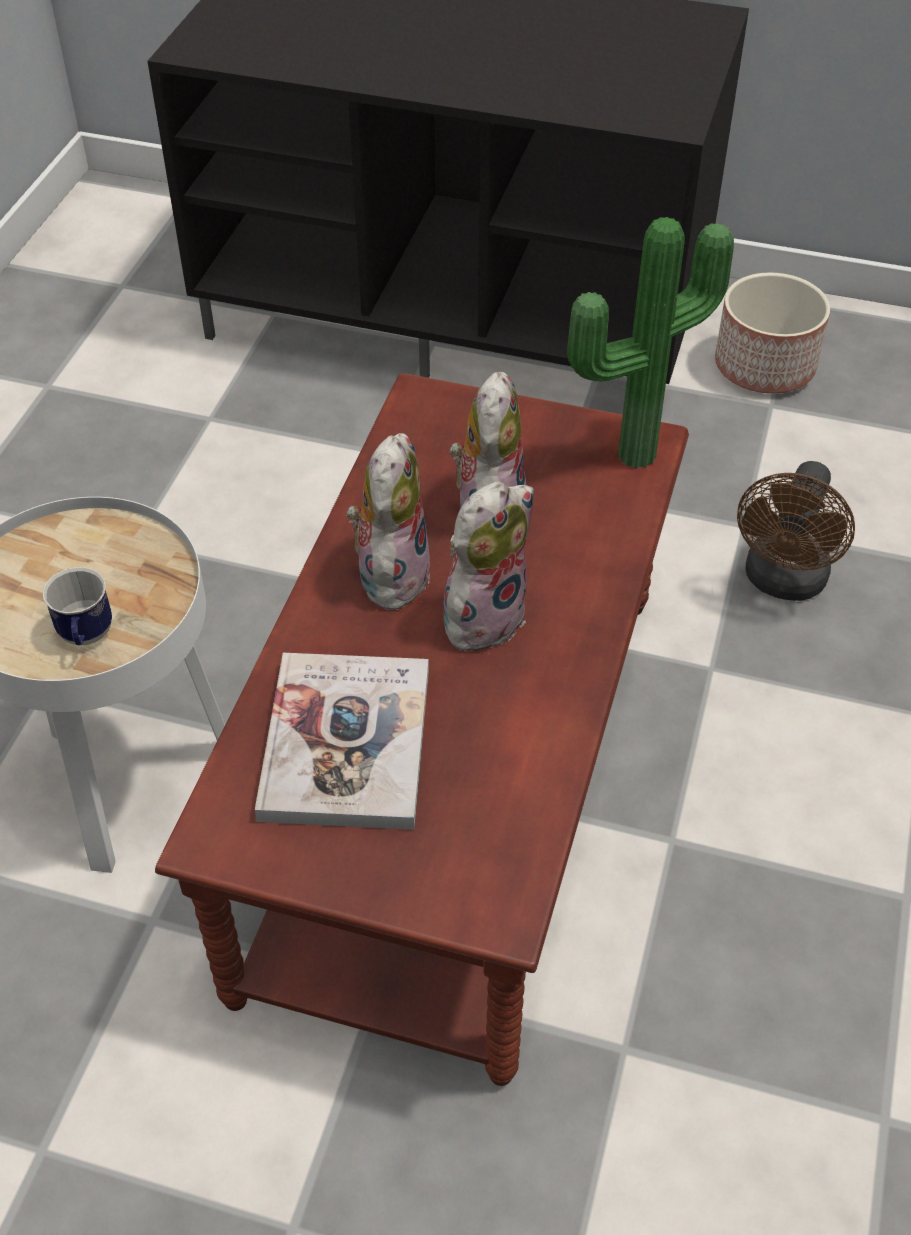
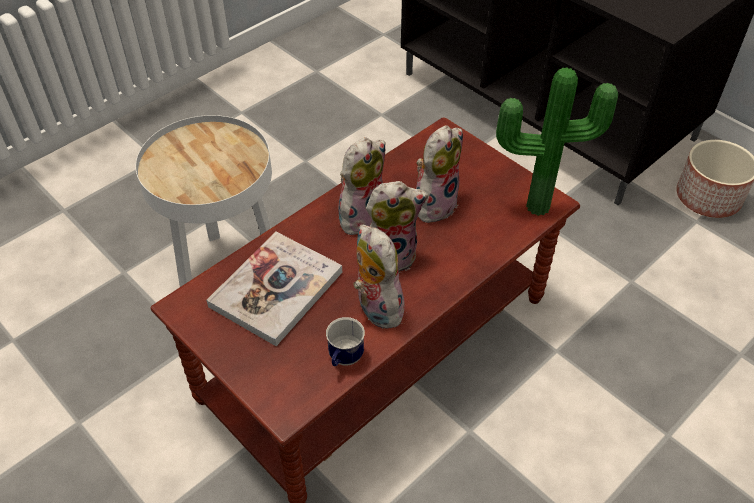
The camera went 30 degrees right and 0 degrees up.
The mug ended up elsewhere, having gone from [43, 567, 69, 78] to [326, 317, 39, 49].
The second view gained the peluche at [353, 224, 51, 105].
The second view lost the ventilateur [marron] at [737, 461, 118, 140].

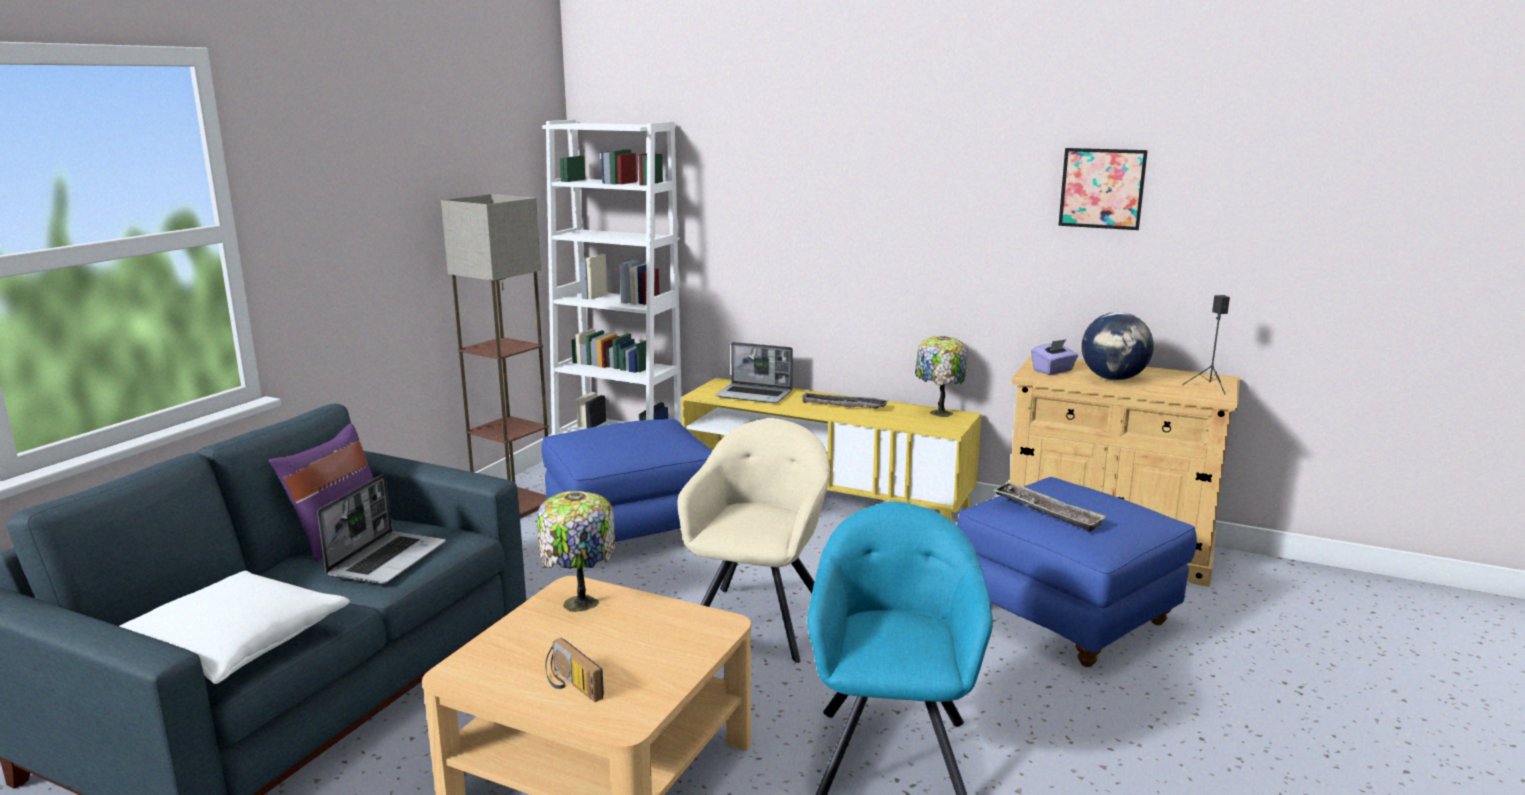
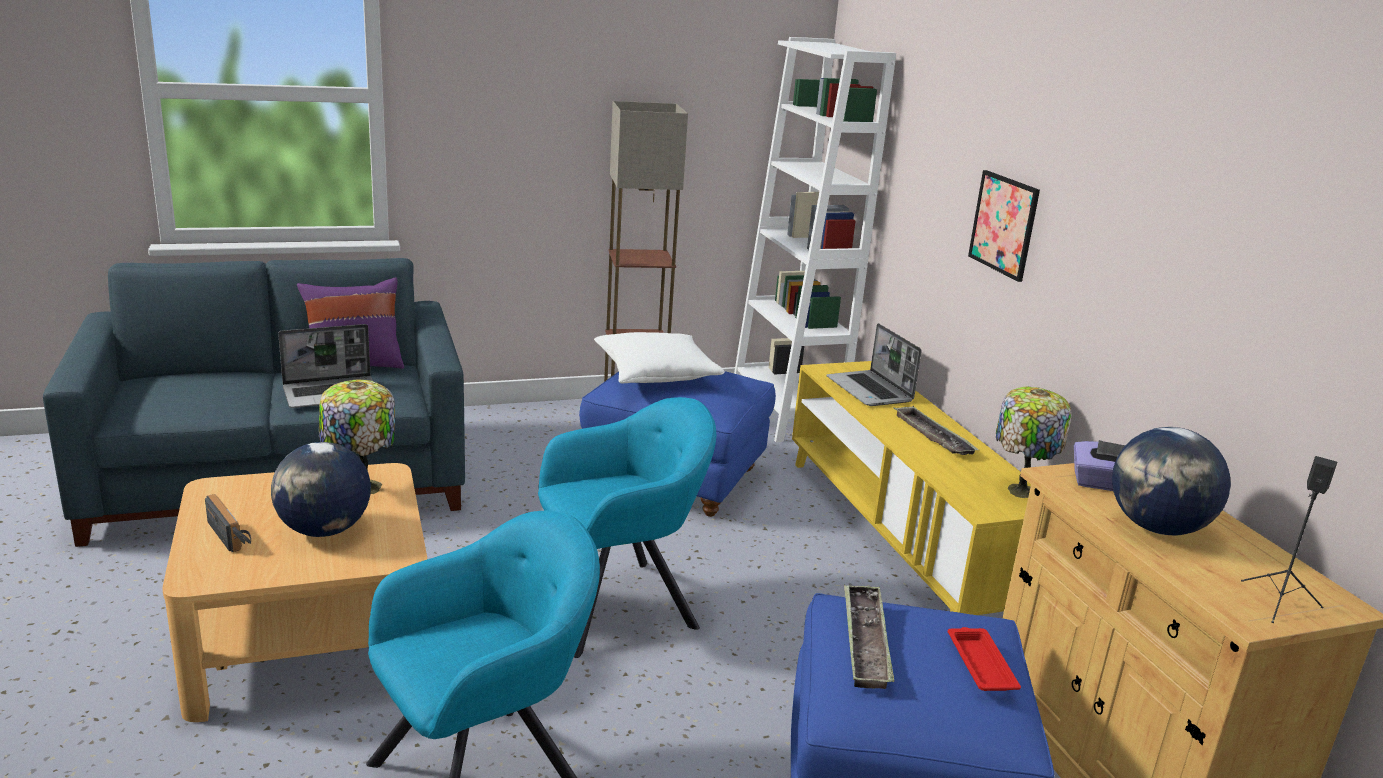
The camera went 45 degrees right and 5 degrees up.
The radio at [545, 638, 59, 64] ended up facing another way, 135 degrees clockwise from before.
The second view gained the globe at [271, 442, 100, 95].
What was the fauteuil [beige] at [678, 418, 152, 245] turned into the fauteuil [turquoise] at [538, 397, 178, 261].
The coussin [blanc] ended up elsewhere, having gone from [119, 571, 231, 113] to [594, 332, 131, 51].
The second view gained the plateau [rouge] at [948, 627, 73, 64].
The tableau ended up elsewhere, having gone from [1058, 148, 90, 82] to [968, 170, 72, 112].

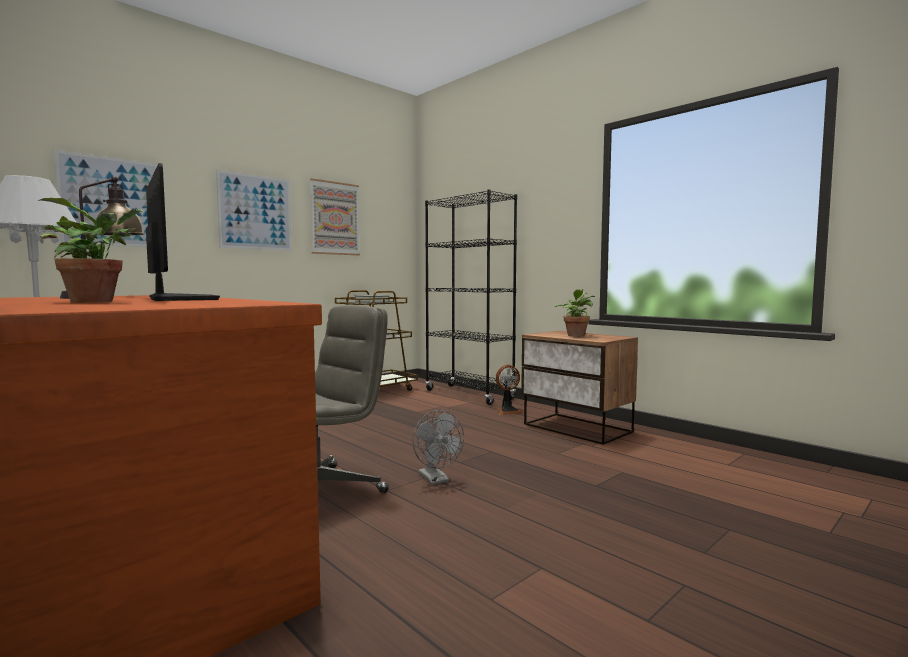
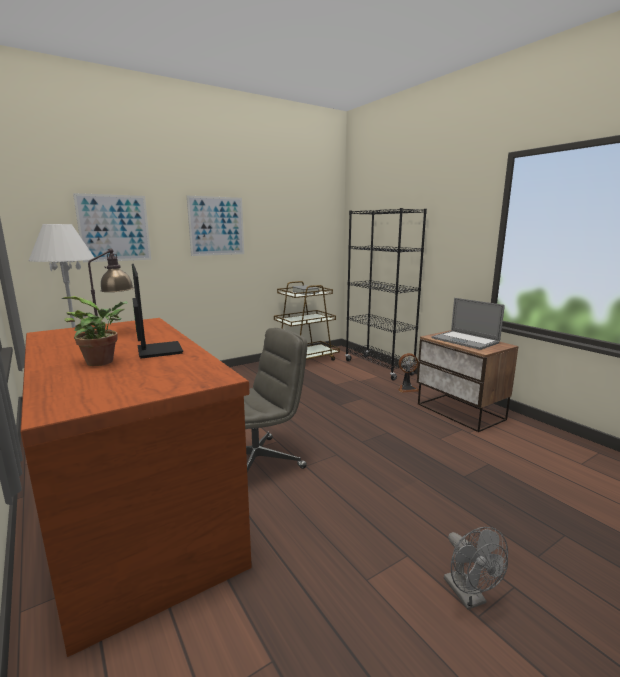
The camera went 10 degrees right and 10 degrees up.
Where the plante en pot stood at [554, 289, 41, 48], the ordinateur portable came to stand at [432, 298, 73, 52].
The ventilateur [gris] ended up elsewhere, having gone from [413, 410, 51, 75] to [444, 527, 64, 82].
The second view lost the tableau at [310, 178, 50, 77].

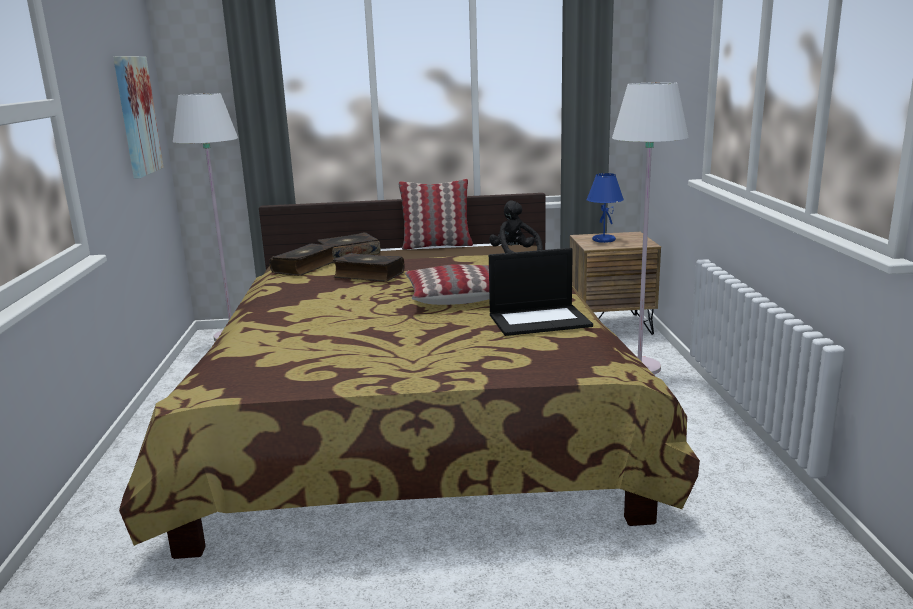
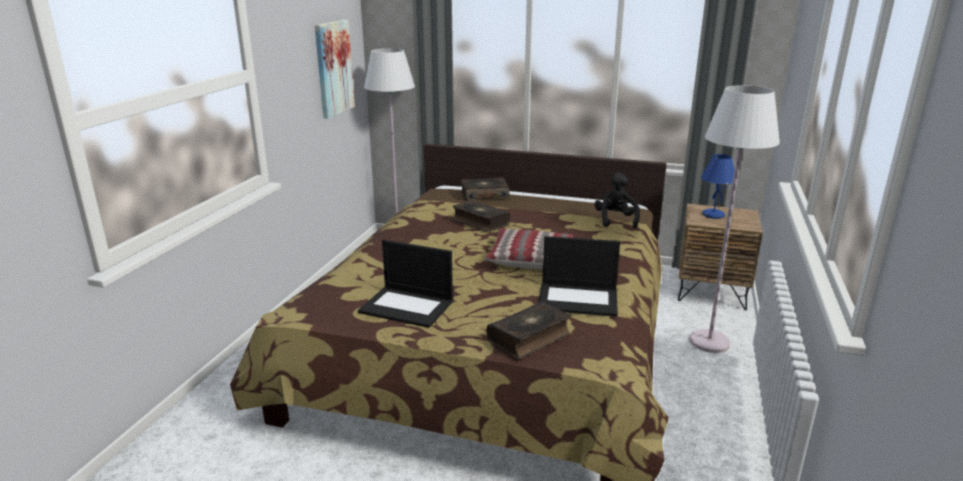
The camera went 20 degrees right and 5 degrees up.
The second view gained the ordinateur portable at [358, 240, 95, 88].
The livre ended up elsewhere, having gone from [269, 244, 66, 32] to [486, 301, 85, 58].
The second view lost the coussin at [398, 179, 75, 71].

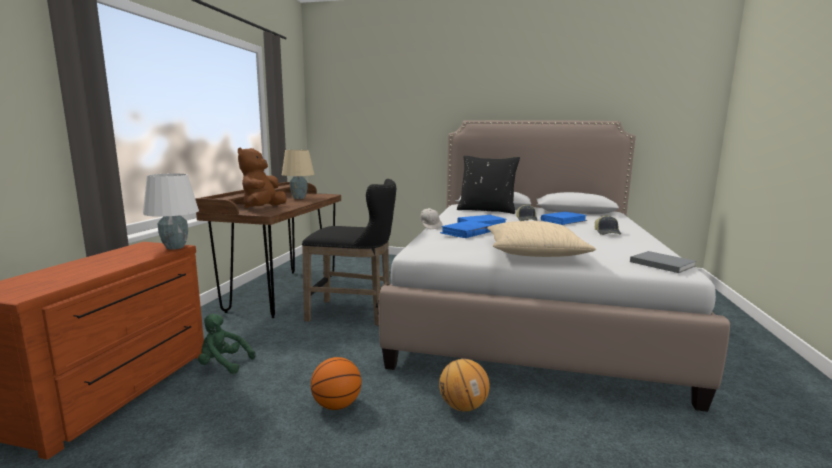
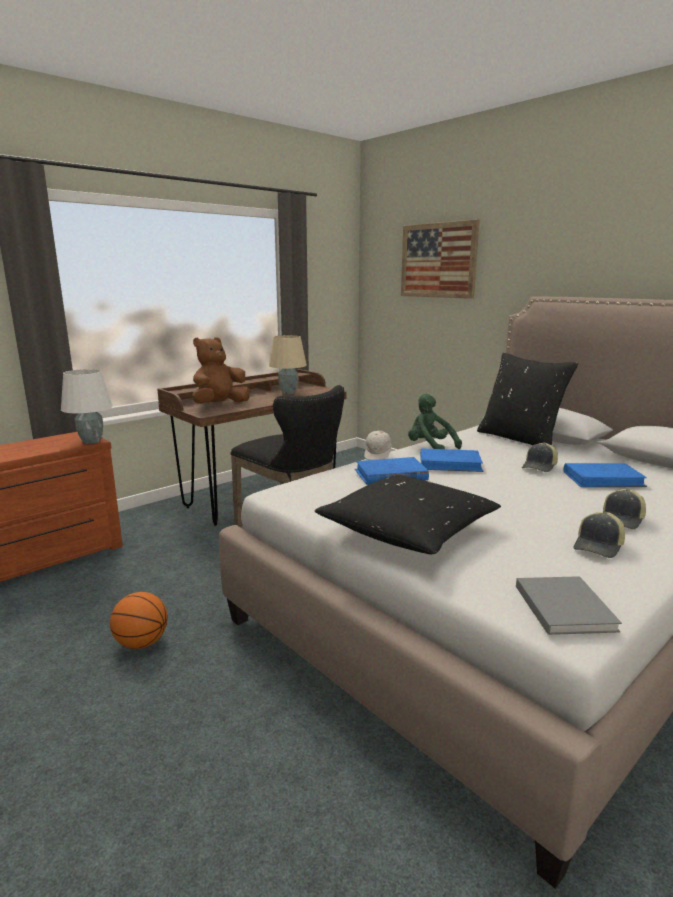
The camera went 35 degrees right and 5 degrees up.
What was the coussin [beige] at [487, 221, 109, 36] turned into the coussin [noir] at [315, 475, 186, 79].
The second view gained the tableau at [401, 219, 79, 80].
The peluche [vert] ended up elsewhere, having gone from [198, 314, 57, 60] to [408, 394, 54, 55].
The second view gained the casquette at [574, 512, 51, 46].
The second view lost the ballon de basket at [439, 359, 51, 53].

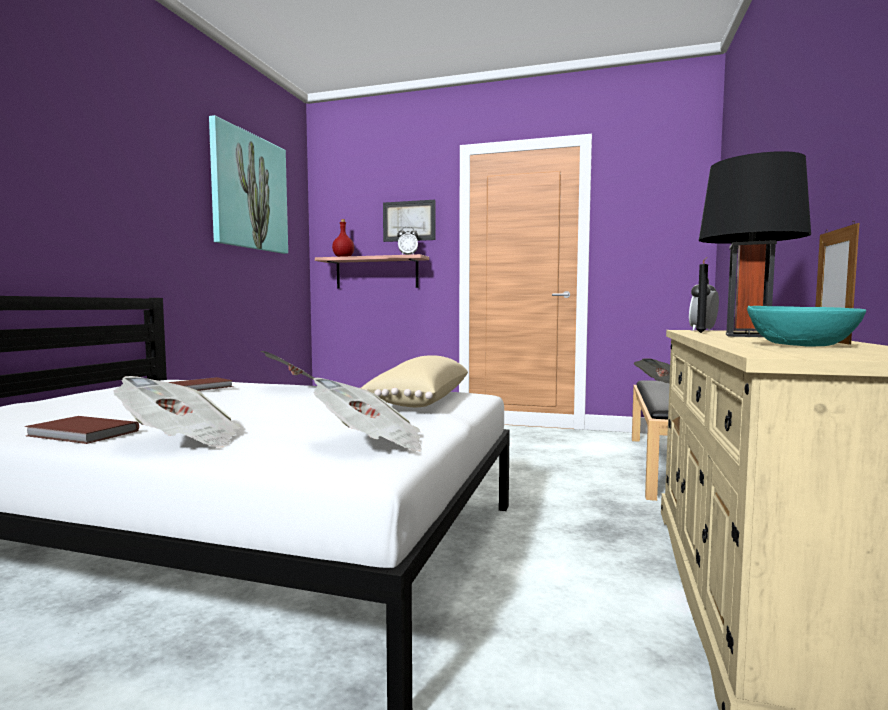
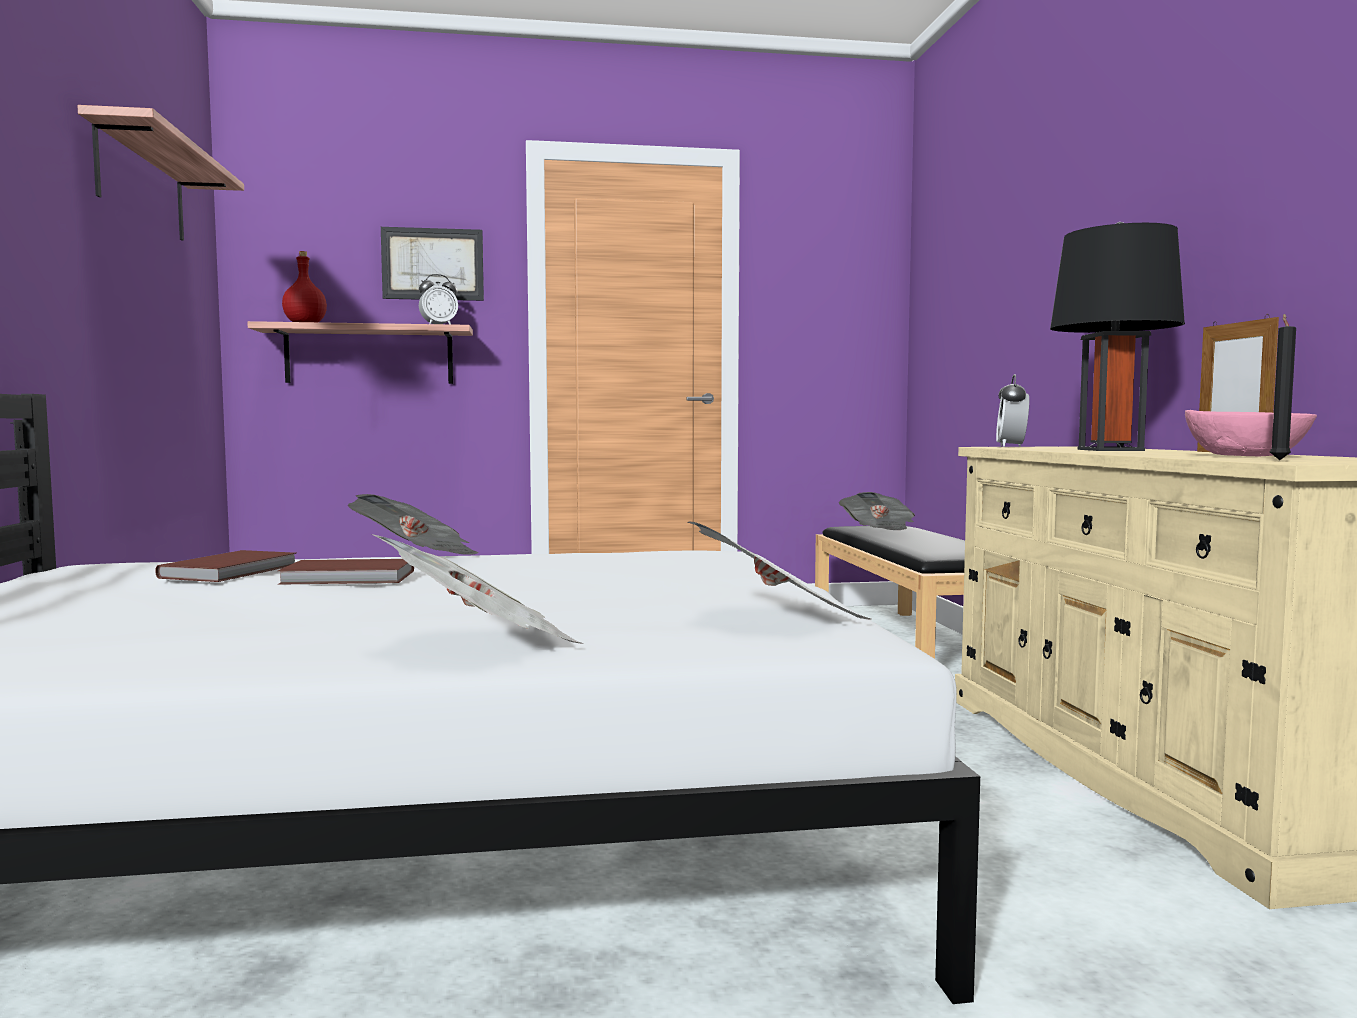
The camera went 25 degrees left and 0 degrees up.
Where the tableau hung at [209, 115, 79, 139], the étagère came to hang at [77, 105, 167, 136].
The livre [marron] ended up elsewhere, having gone from [25, 416, 114, 28] to [278, 559, 136, 26].
What was the bol [turquoise] at [747, 306, 119, 41] turned into the bol [rose] at [1185, 410, 132, 46].
The bougie [noir] ended up elsewhere, having gone from [696, 257, 12, 76] to [1270, 314, 26, 146].
The second view lost the coussin [beige] at [361, 355, 107, 52].

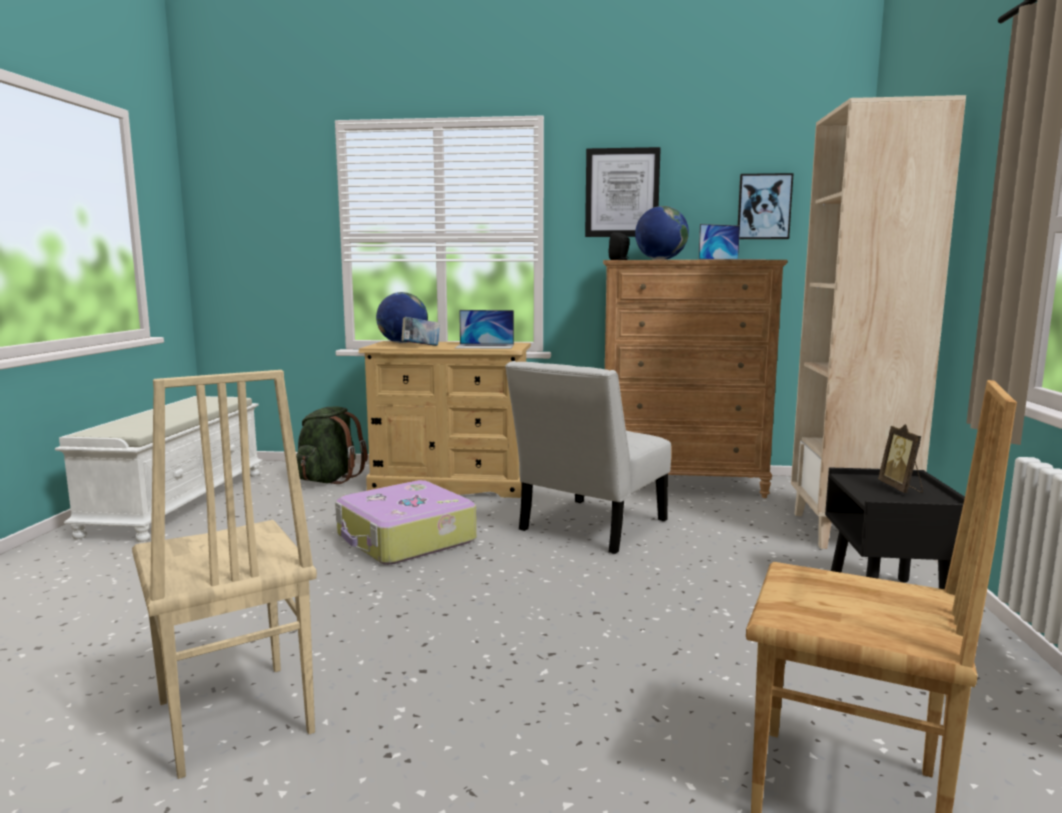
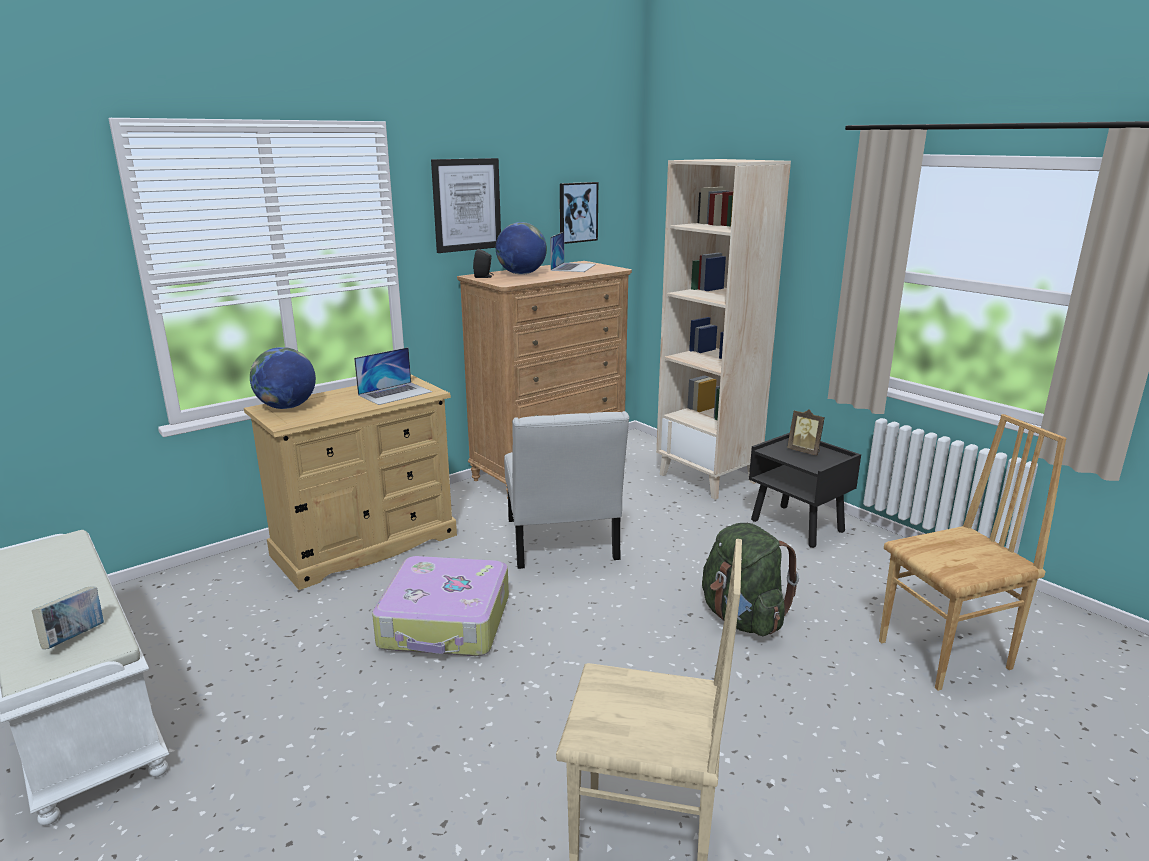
The camera went 45 degrees left and 10 degrees up.
The livre ended up elsewhere, having gone from [402, 317, 38, 29] to [32, 587, 72, 62].
The sac à dos [vert] ended up elsewhere, having gone from [296, 407, 72, 77] to [702, 523, 97, 113].

